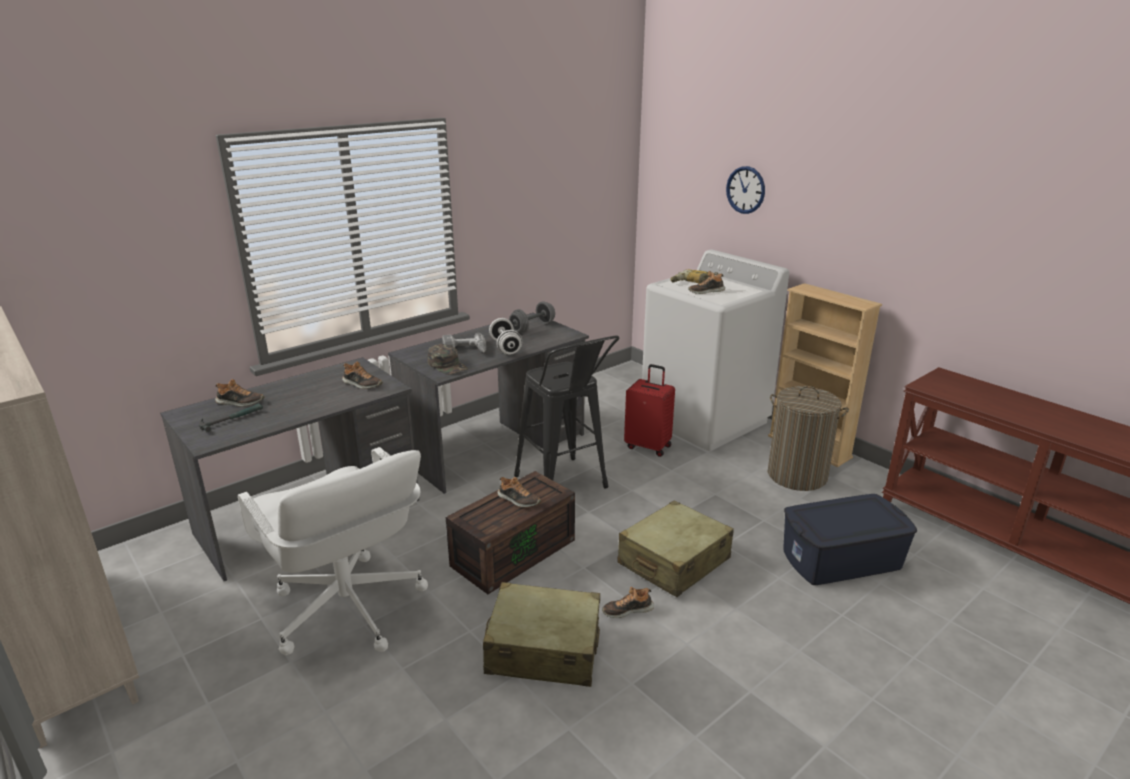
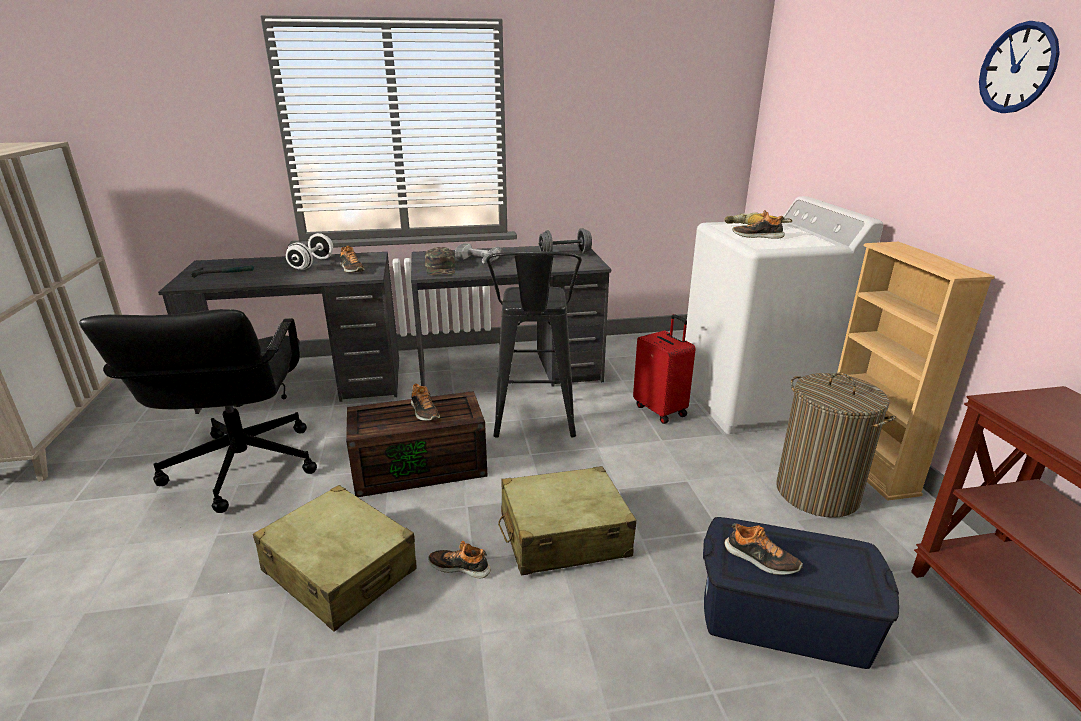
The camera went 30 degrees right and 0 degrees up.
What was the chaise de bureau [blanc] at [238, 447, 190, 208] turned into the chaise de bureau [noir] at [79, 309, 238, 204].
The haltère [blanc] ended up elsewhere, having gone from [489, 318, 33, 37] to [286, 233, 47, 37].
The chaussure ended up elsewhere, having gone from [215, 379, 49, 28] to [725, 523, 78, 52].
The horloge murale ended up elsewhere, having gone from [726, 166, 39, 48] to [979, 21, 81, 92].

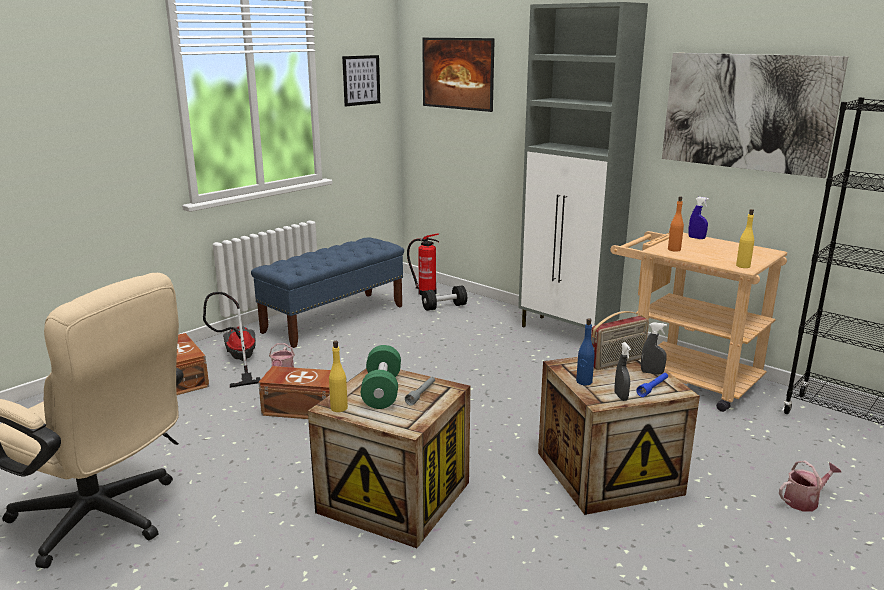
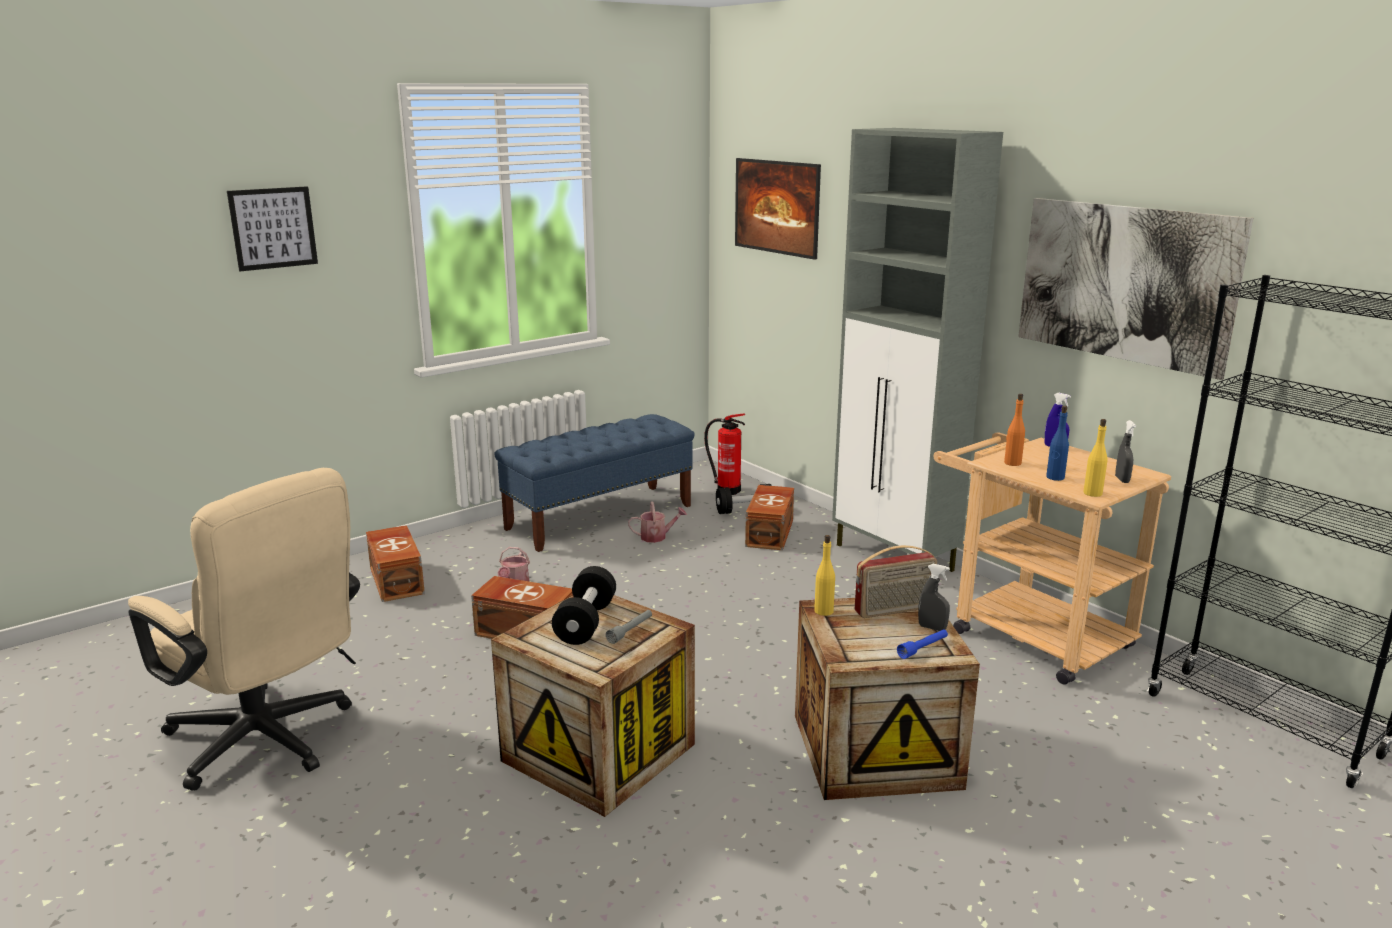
The camera went 10 degrees right and 0 degrees up.
The tableau ended up elsewhere, having gone from [342, 55, 38, 51] to [227, 186, 91, 85].
What was the haltère [vert] at [361, 345, 40, 64] turned into the haltère [noir] at [552, 566, 64, 79].
The arrosoir ended up elsewhere, having gone from [779, 460, 62, 52] to [628, 502, 59, 41].
The second view gained the boîte de rangement [marron] at [745, 485, 49, 65].
The bouteille [jaune] ended up elsewhere, having gone from [329, 341, 19, 71] to [814, 535, 21, 81].
The bouteille [bleu] ended up elsewhere, having gone from [576, 318, 19, 67] to [1046, 406, 23, 75].
The vaporisateur [gris] ended up elsewhere, having gone from [614, 342, 17, 59] to [1115, 420, 21, 63].
The second view lost the aspirateur at [203, 292, 58, 96].

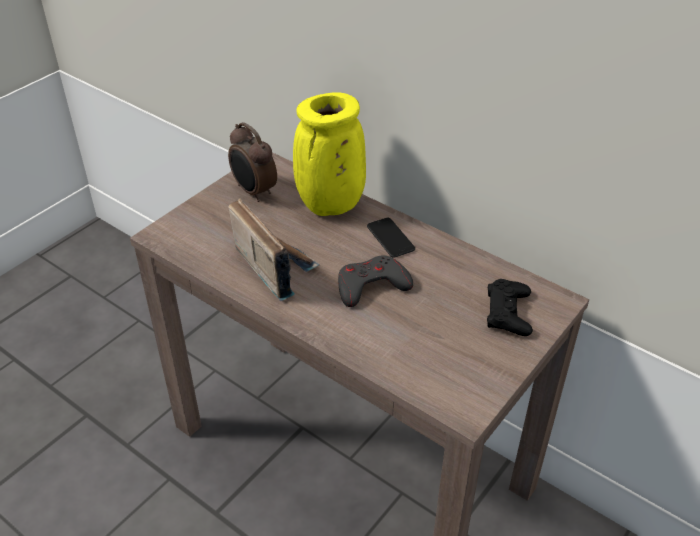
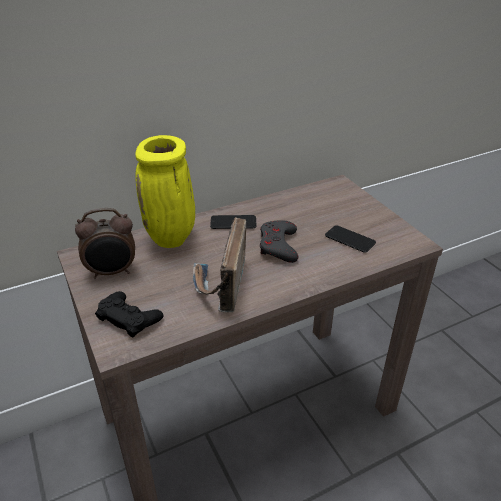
The camera went 65 degrees left and 5 degrees down.
The manette [noir] ended up elsewhere, having gone from [487, 279, 46, 57] to [95, 291, 68, 46].
The radio at [228, 198, 92, 103] ended up facing another way, 75 degrees counterclockwise from before.
The second view gained the téléphone at [325, 225, 51, 28].

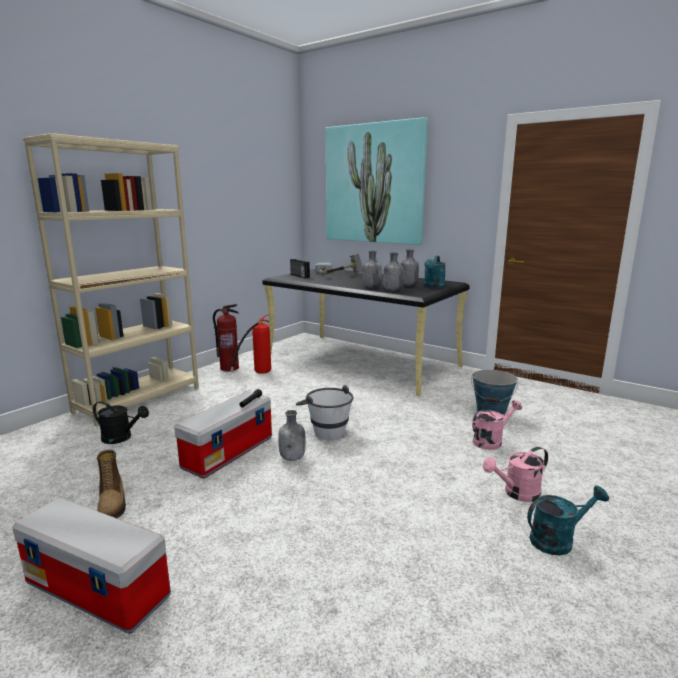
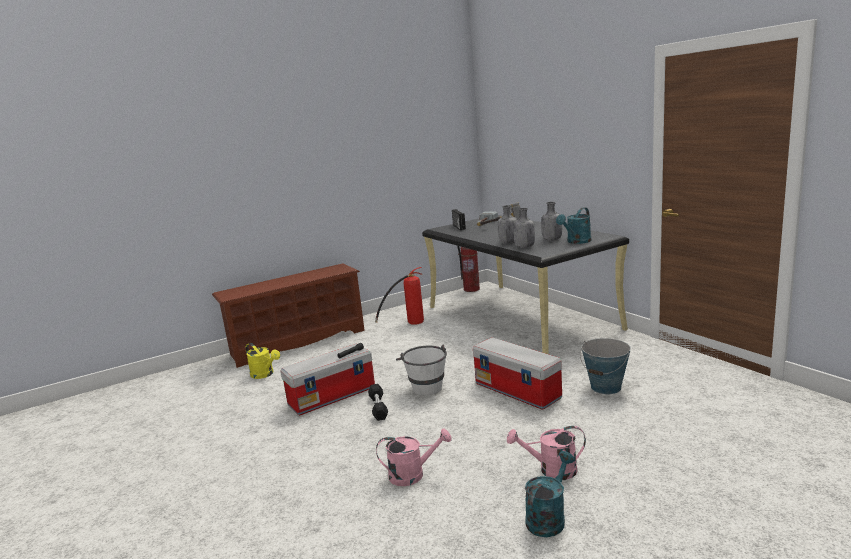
The camera went 25 degrees right and 0 degrees up.
Where the bibliothèque [beige] stood at [23, 133, 176, 293], the étagère à chaussures [marron] came to stand at [212, 263, 153, 105].
What was the arrosoir [noir] at [93, 401, 56, 43] turned into the arrosoir [jaune] at [246, 343, 34, 36].
Where the bouteille [gris] stood at [278, 410, 28, 51], the haltère [noir] came to stand at [368, 384, 20, 37].
The arrosoir [rose] ended up elsewhere, having gone from [472, 400, 50, 50] to [376, 428, 76, 58].
The extincteur ended up elsewhere, having gone from [213, 304, 26, 67] to [458, 246, 22, 46].
The boîte de rangement ended up elsewhere, having gone from [13, 497, 158, 137] to [473, 337, 89, 73].
The arrosoir [turquoise] at [527, 486, 82, 69] ended up facing another way, 60 degrees counterclockwise from before.
The second view lost the botte at [97, 450, 29, 68].
The second view lost the tableau at [326, 117, 102, 128].

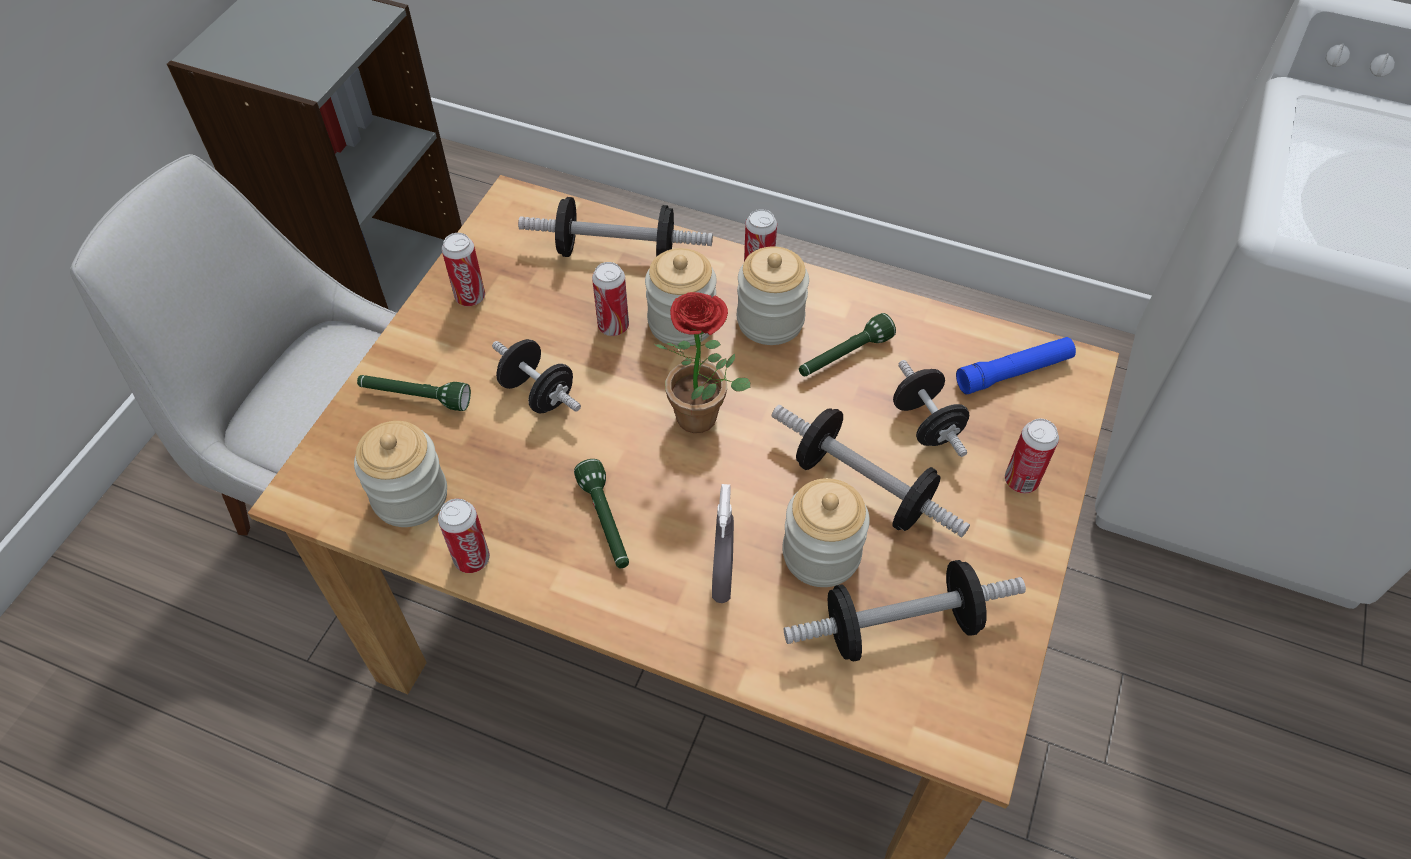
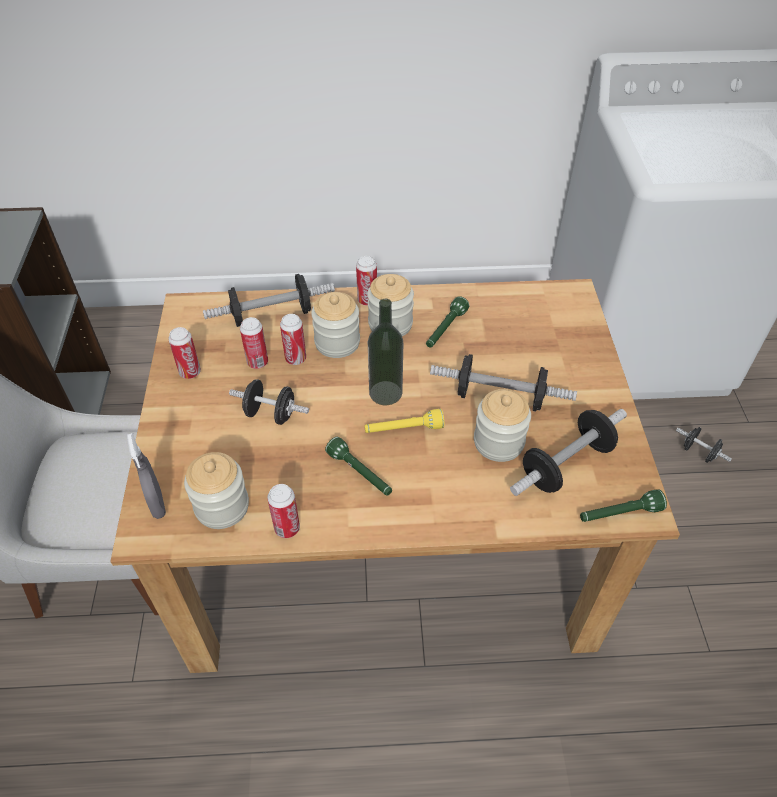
The camera went 25 degrees left and 5 degrees down.
The vaporisateur [gris] ended up elsewhere, having gone from [712, 484, 22, 119] to [127, 433, 39, 86].
The boîte métallique ended up elsewhere, having gone from [1005, 419, 54, 74] to [240, 317, 28, 52].
The second view gained the lampe de poche [jaune] at [365, 409, 79, 24].
Where the plante en pot stood at [653, 292, 97, 141], the bouteille came to stand at [368, 299, 35, 106].
The lampe de poche [vert] ended up elsewhere, having gone from [357, 375, 114, 36] to [580, 489, 87, 33].
The haltère [noir] ended up elsewhere, having gone from [893, 360, 76, 97] to [676, 427, 56, 36].
The second view lost the lampe de poche [bleu] at [956, 337, 120, 57].

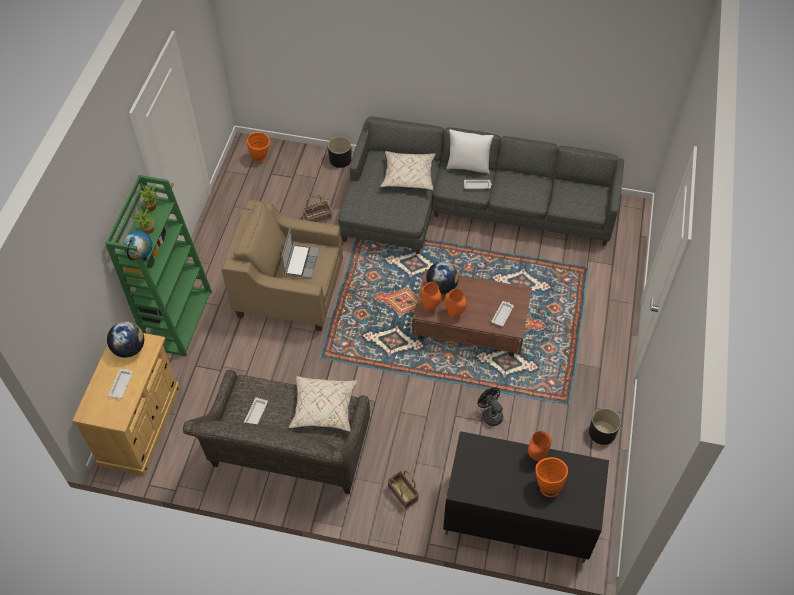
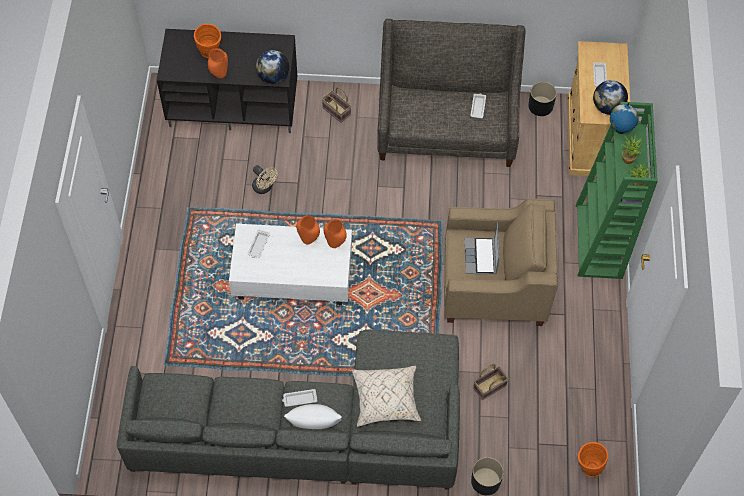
The camera went 170 degrees right and 5 degrees up.
What was the table basse [marron] at [412, 269, 120, 88] turned into the table basse [blanc] at [229, 224, 123, 81].
What was the ventilateur [noir] at [477, 387, 26, 39] turned into the ventilateur [beige] at [252, 165, 26, 29].
The globe ended up elsewhere, having gone from [426, 262, 33, 32] to [256, 50, 33, 34].
The cache-pot [noir] ended up elsewhere, having gone from [589, 408, 32, 37] to [528, 82, 29, 34].
The second view lost the coussin [beige] at [289, 376, 68, 56].

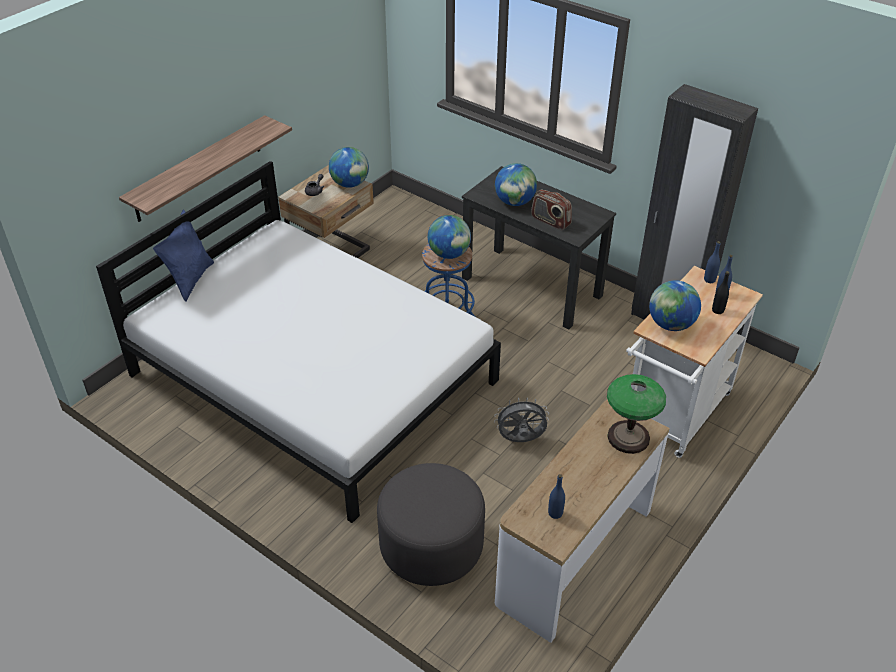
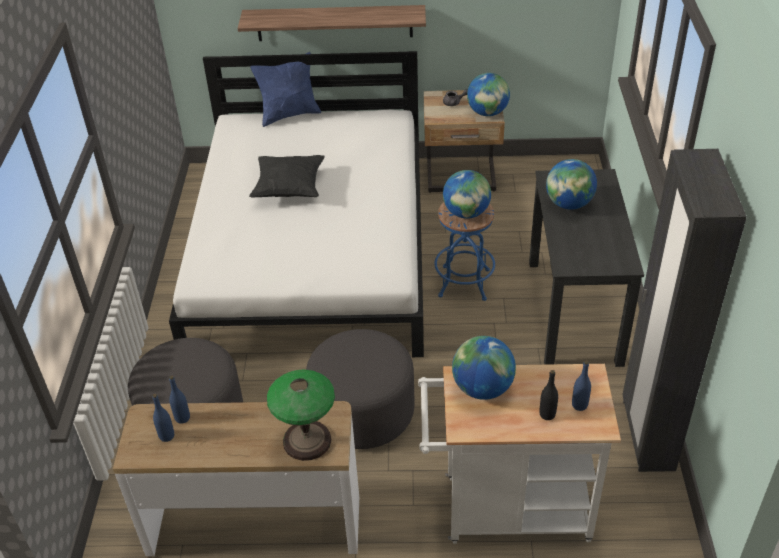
The camera went 55 degrees right and 0 degrees up.
The bouteille [bleu] ended up elsewhere, having gone from [704, 241, 16, 42] to [169, 376, 21, 48].
The second view gained the coussin [noir] at [249, 155, 76, 42].
Where the ventilateur [gris] stood at [494, 398, 55, 44], the pouf [gris] came to stand at [306, 329, 109, 120].
The second view lost the radio at [531, 190, 41, 40].

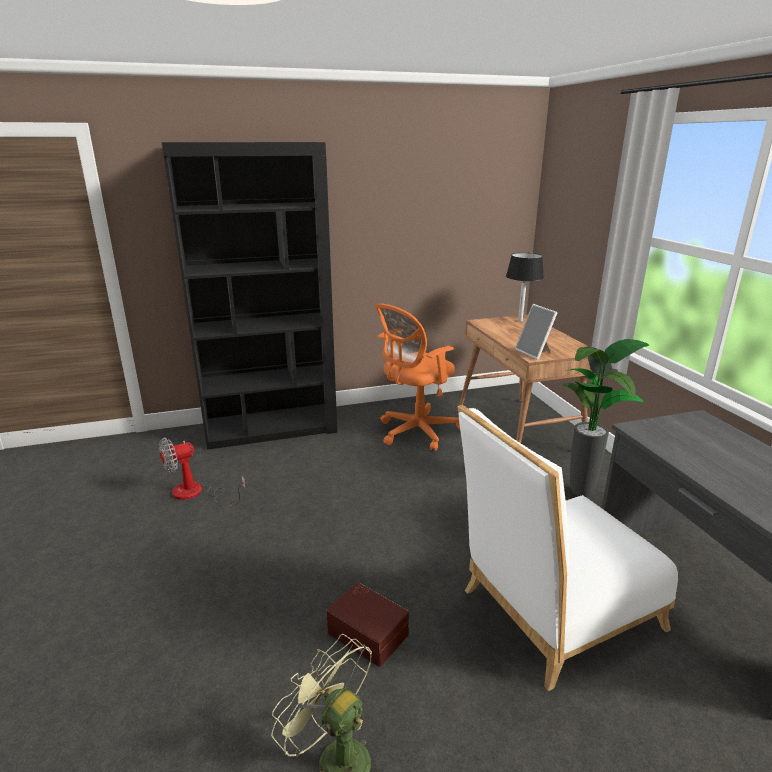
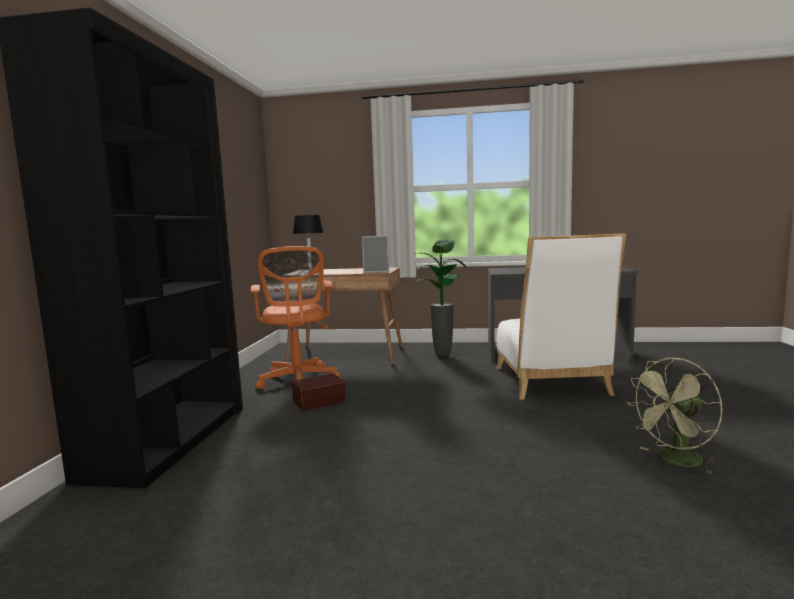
The camera went 65 degrees left and 15 degrees down.
The boîte de rangement [marron] ended up elsewhere, having gone from [327, 582, 82, 85] to [292, 373, 54, 38].
The second view lost the ventilateur at [159, 438, 87, 68].

